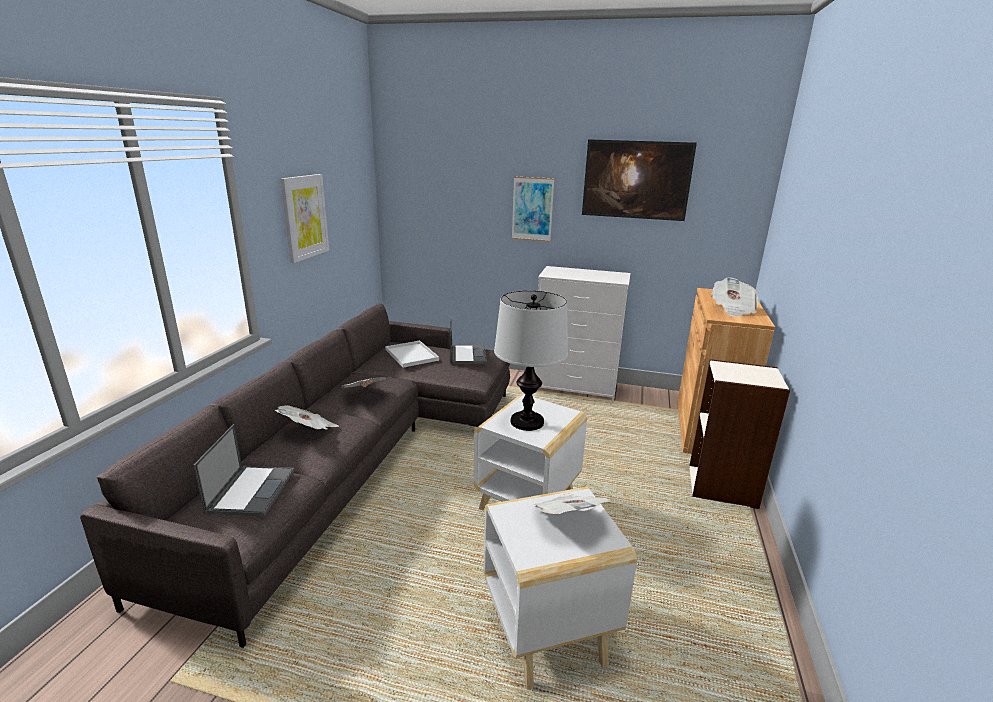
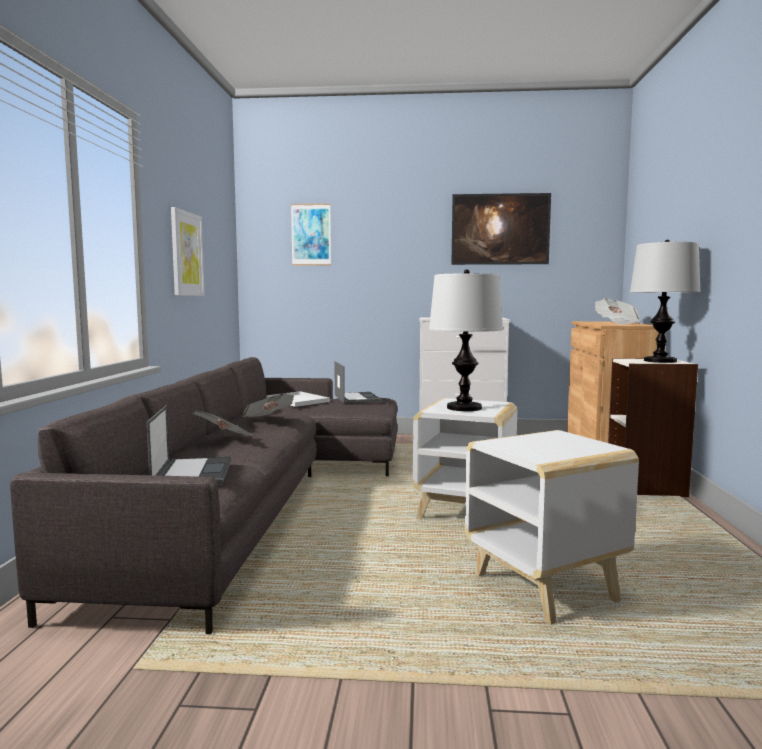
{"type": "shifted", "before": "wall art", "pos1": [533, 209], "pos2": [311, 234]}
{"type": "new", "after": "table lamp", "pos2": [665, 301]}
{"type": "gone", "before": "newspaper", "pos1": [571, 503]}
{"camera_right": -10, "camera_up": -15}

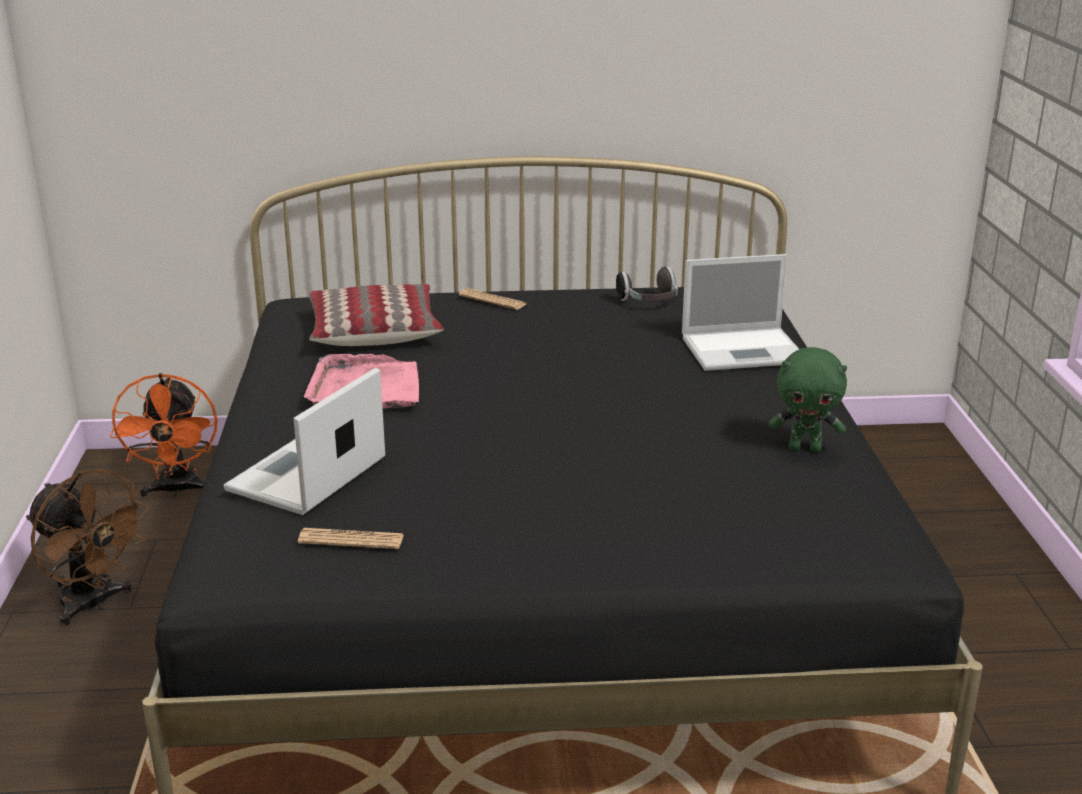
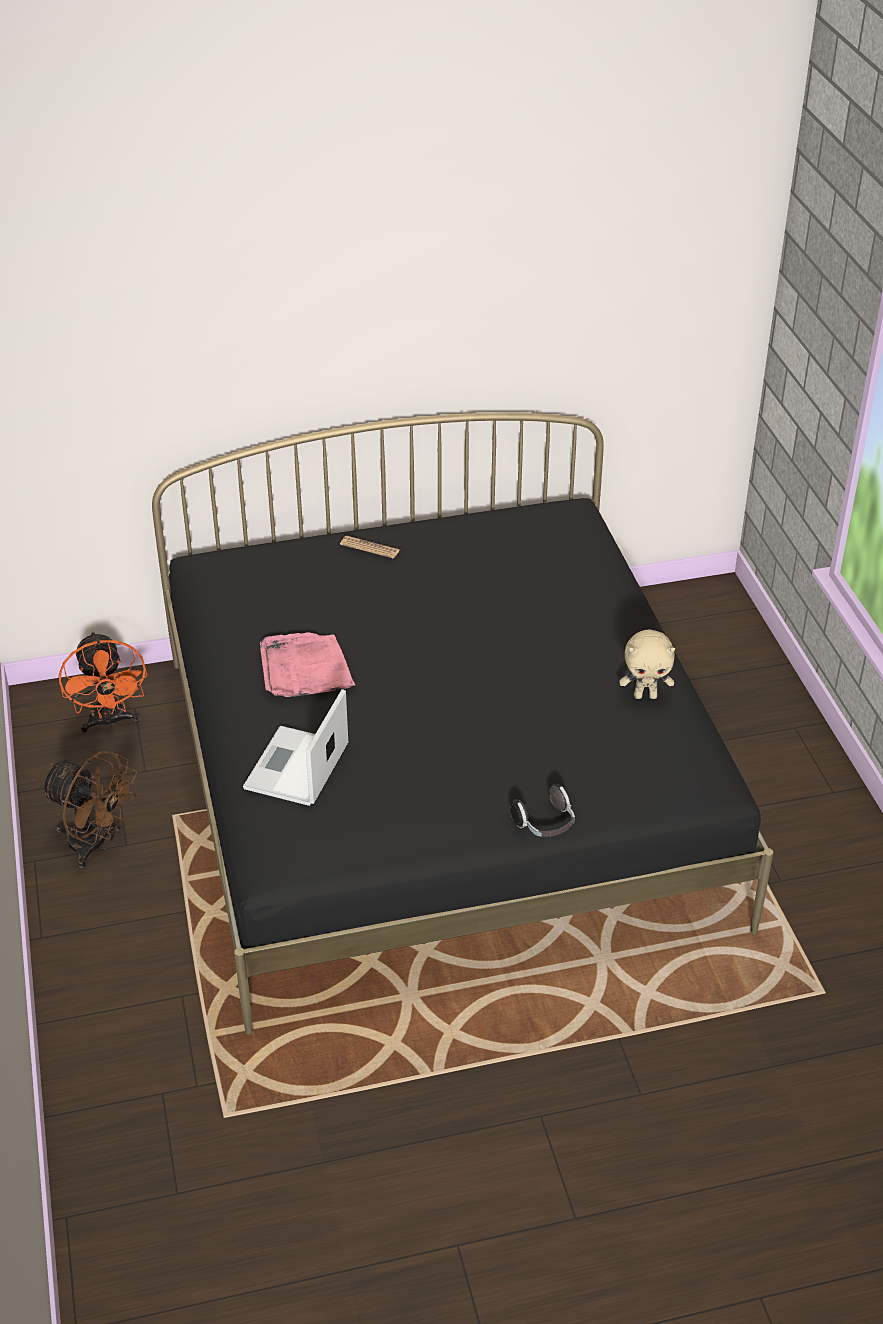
{"type": "shifted", "before": "headphones", "pos1": [647, 283], "pos2": [542, 810]}
{"type": "repainted", "before": "plush toy/green", "after": "plush toy/beige-coloured", "pos1": [808, 399], "pos2": [647, 664]}
{"type": "gone", "before": "newspaper", "pos1": [351, 538]}
{"type": "gone", "before": "cushion", "pos1": [376, 315]}
{"type": "gone", "before": "notebook computer", "pos1": [740, 312]}
{"camera_right": -10, "camera_up": 15}

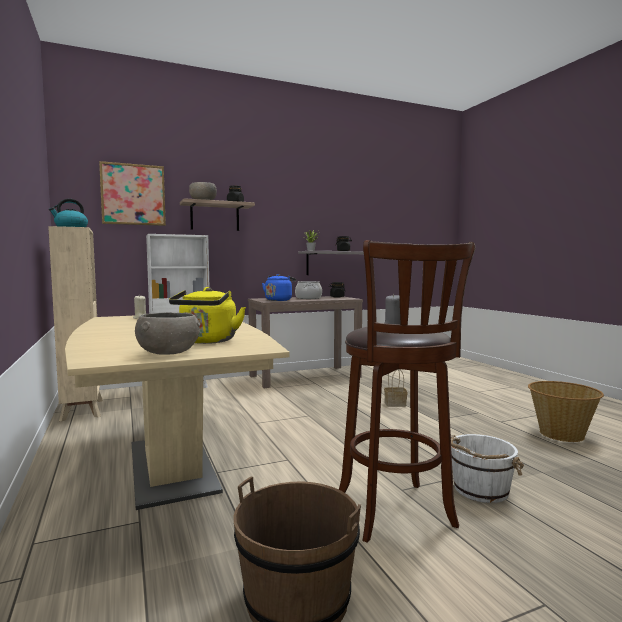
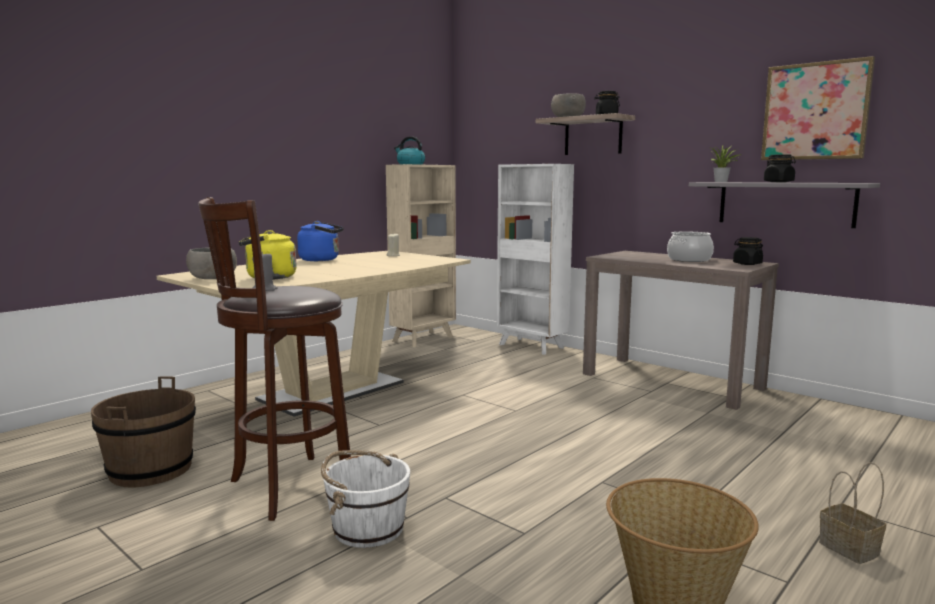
{"type": "shifted", "before": "water kettle/blue", "pos1": [279, 287], "pos2": [320, 241]}
{"type": "shifted", "before": "wall art", "pos1": [132, 193], "pos2": [818, 108]}
{"type": "shifted", "before": "household basket", "pos1": [395, 388], "pos2": [852, 513]}
{"camera_right": 65, "camera_up": 5}

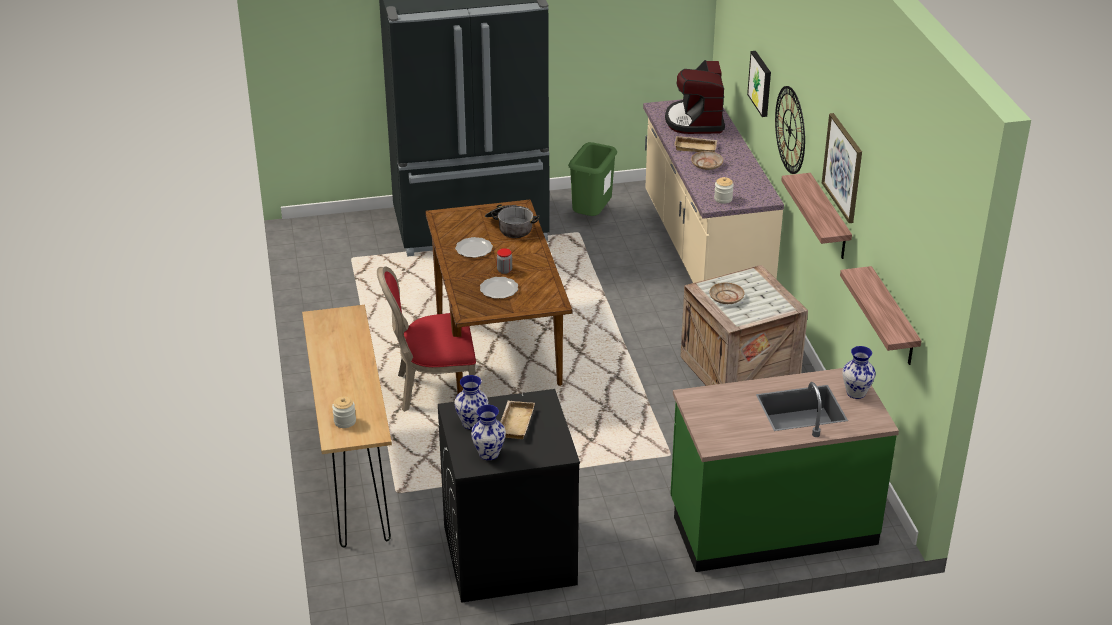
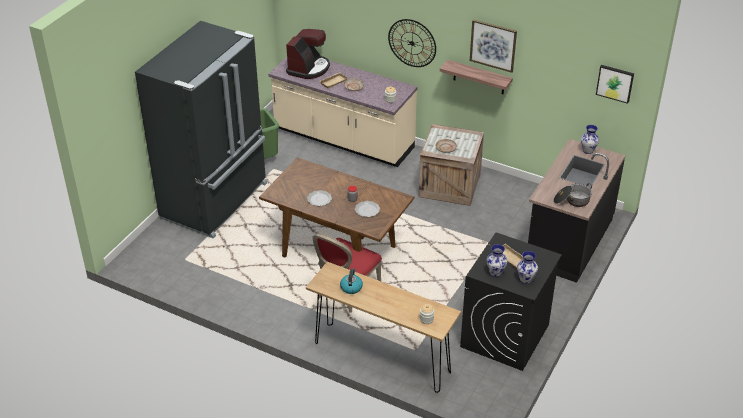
{"type": "rotated", "before": "coffee machine", "pos1": [695, 97], "pos2": [308, 54], "turn": -105}
{"type": "new", "after": "water kettle", "pos2": [351, 281]}
{"type": "repainted", "before": "kitchen counter/green", "after": "kitchen counter/black-coloured", "pos1": [784, 470], "pos2": [577, 211]}
{"type": "shifted", "before": "saucepot", "pos1": [512, 221], "pos2": [572, 195]}
{"type": "shifted", "before": "wall art", "pos1": [759, 84], "pos2": [615, 84]}
{"type": "gone", "before": "bracket shelf", "pos1": [880, 315]}
{"camera_right": -50, "camera_up": 5}

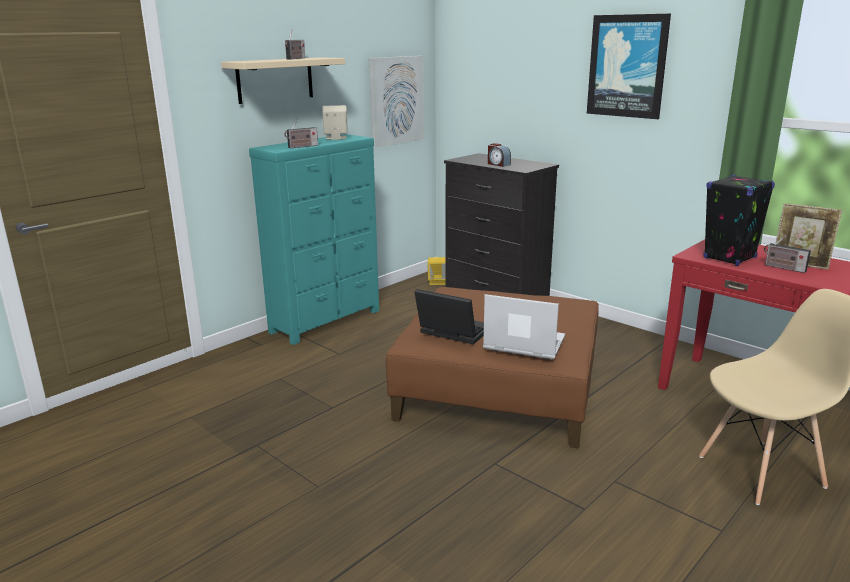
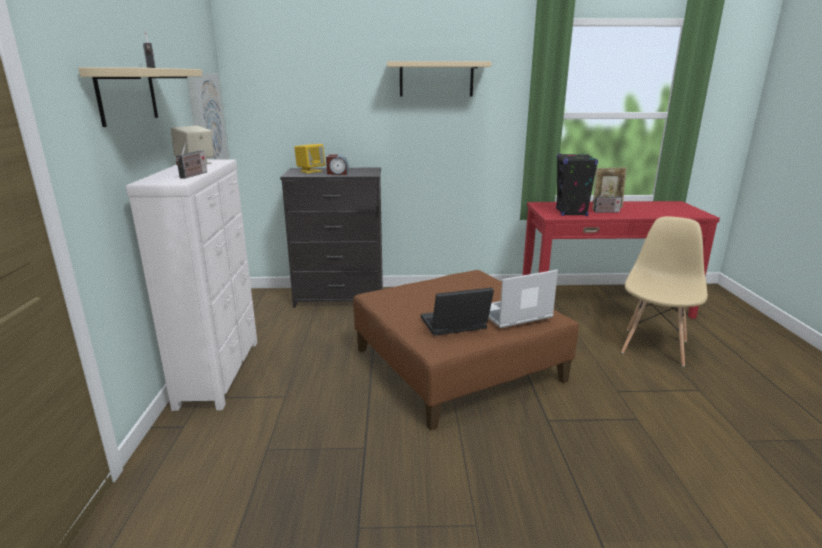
{"type": "repainted", "before": "chest of drawers/turquoise", "after": "chest of drawers/whitish", "pos1": [314, 239], "pos2": [192, 285]}
{"type": "shifted", "before": "audio speaker/yellow", "pos1": [437, 271], "pos2": [309, 158]}
{"type": "swapped", "before": "wall art", "after": "bracket shelf/beige-coloured", "pos1": [629, 66], "pos2": [439, 79]}
{"camera_right": -45, "camera_up": 0}

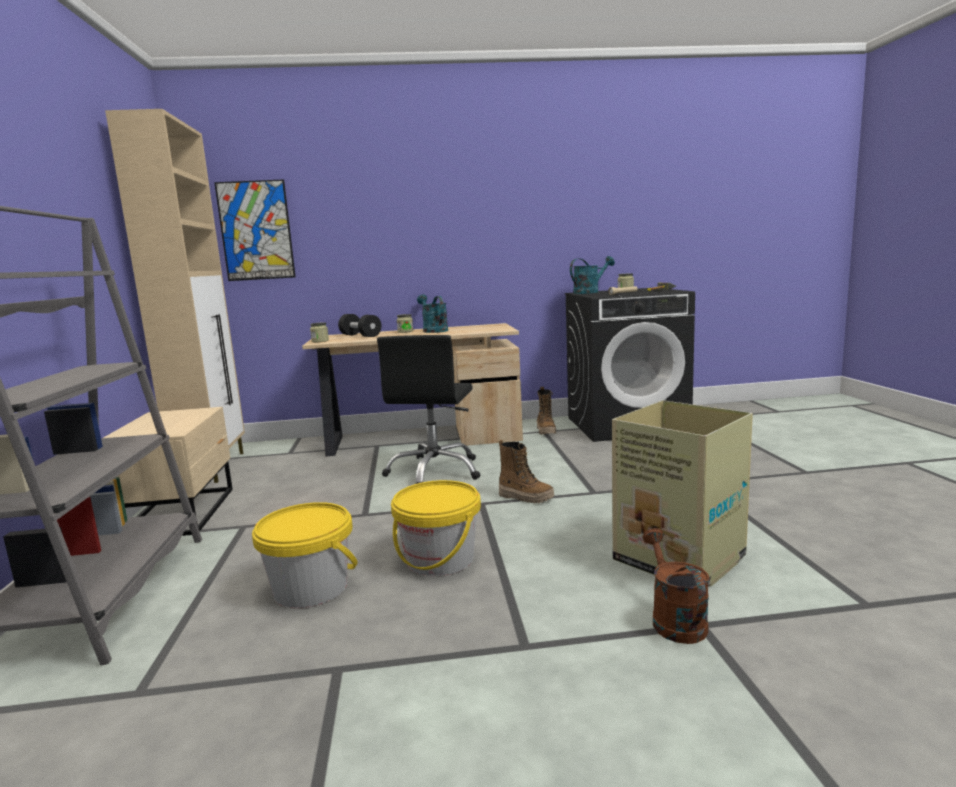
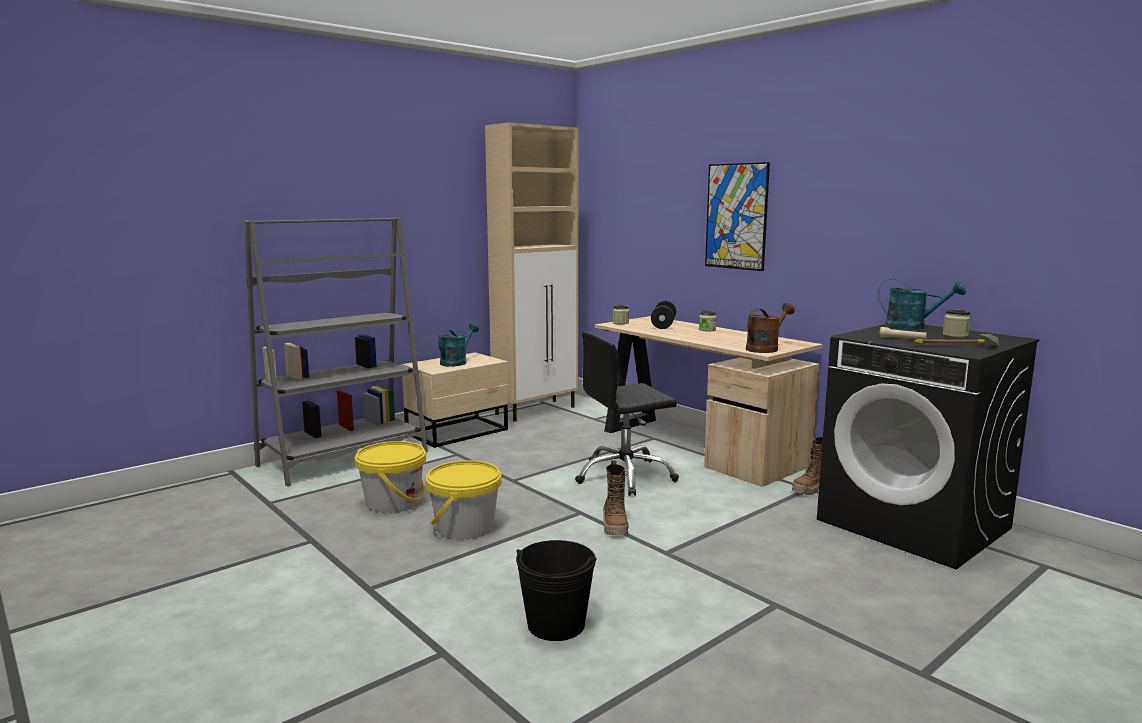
{"type": "shifted", "before": "watering pot/turquoise", "pos1": [432, 313], "pos2": [458, 345]}
{"type": "swapped", "before": "carton", "after": "pail/black-coloured", "pos1": [682, 493], "pos2": [556, 590]}
{"type": "shifted", "before": "wall art", "pos1": [255, 230], "pos2": [737, 216]}
{"type": "shifted", "before": "watering pot/brown", "pos1": [676, 586], "pos2": [770, 328]}
{"camera_right": 55, "camera_up": 0}

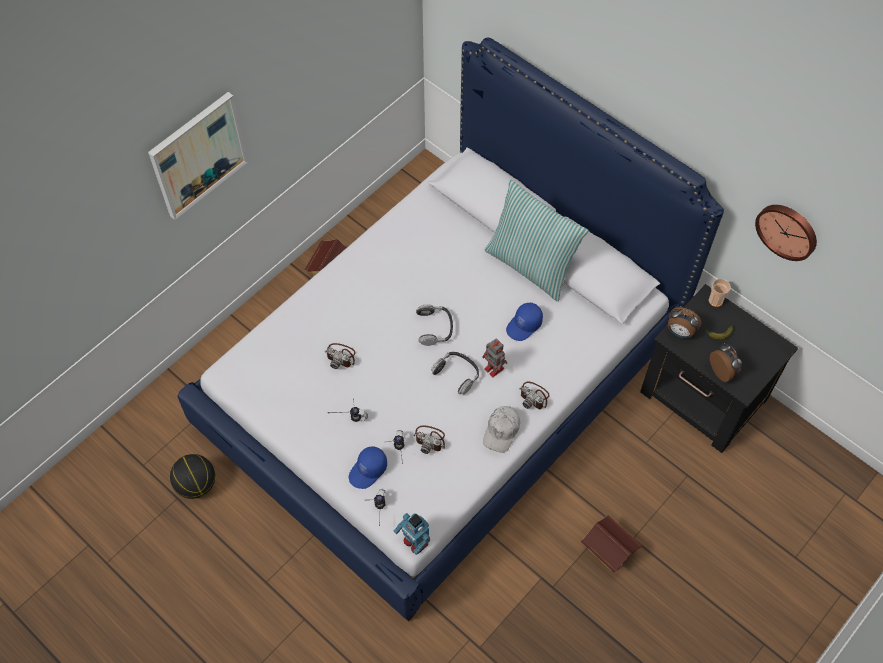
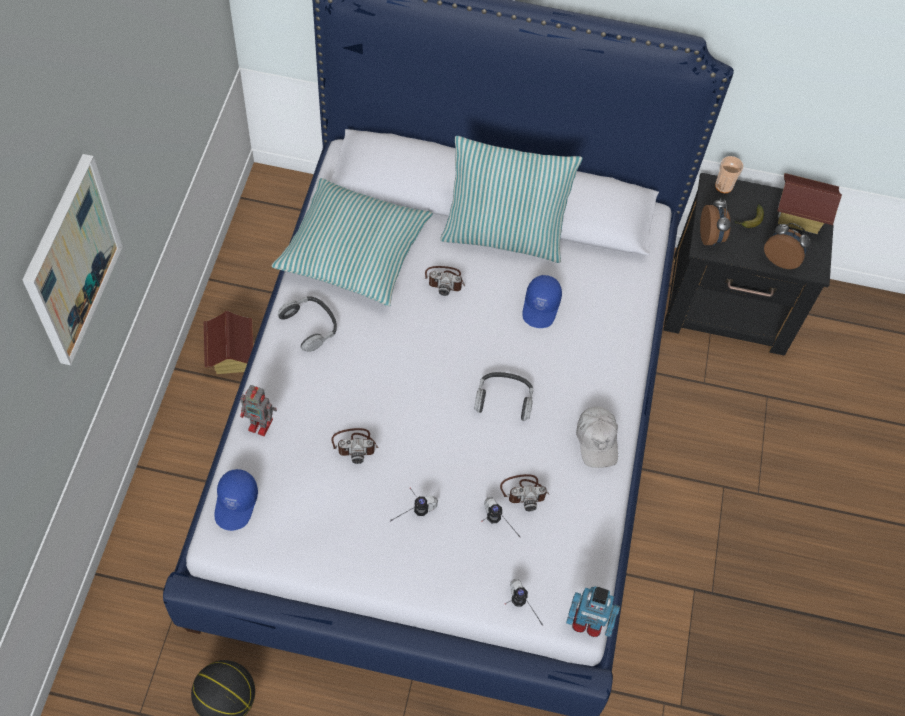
{"type": "shifted", "before": "cap/blue", "pos1": [368, 467], "pos2": [236, 500]}
{"type": "shifted", "before": "model robot", "pos1": [494, 357], "pos2": [258, 410]}
{"type": "new", "after": "cushion", "pos2": [352, 242]}
{"type": "shifted", "before": "headphones", "pos1": [434, 325], "pos2": [307, 324]}
{"type": "shifted", "before": "still camera", "pos1": [534, 395], "pos2": [445, 281]}
{"type": "rotated", "before": "table clock", "pos1": [684, 322], "pos2": [715, 222], "turn": -90}
{"type": "shifted", "before": "miniature house", "pos1": [611, 544], "pos2": [810, 203]}
{"type": "gone", "before": "hanging clock", "pos1": [786, 233]}
{"camera_right": -35, "camera_up": 0}

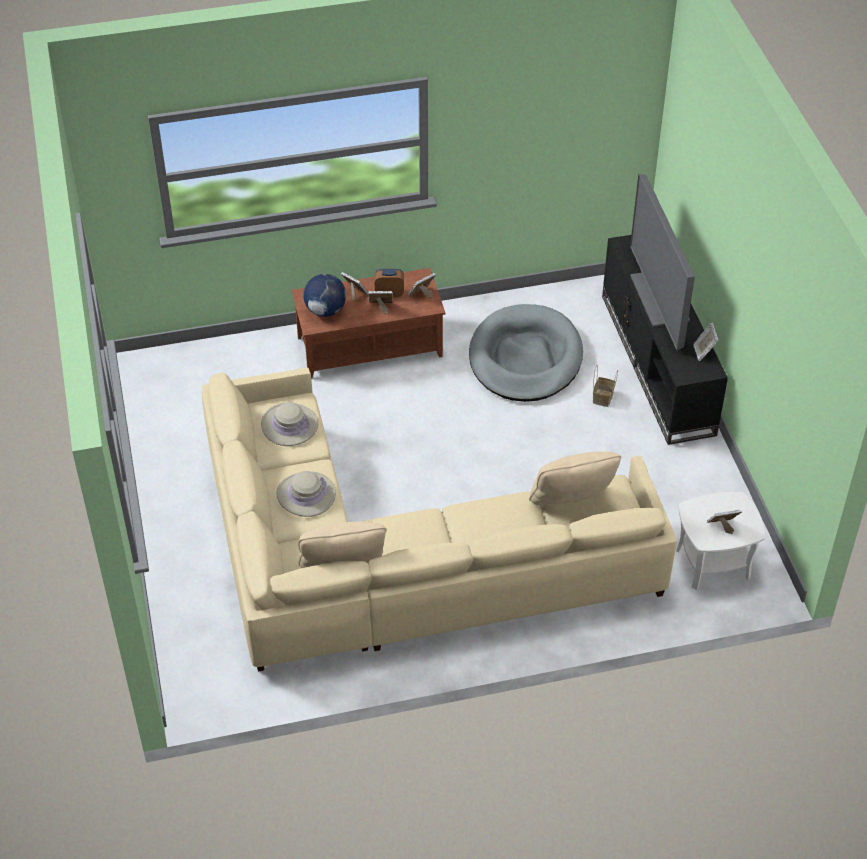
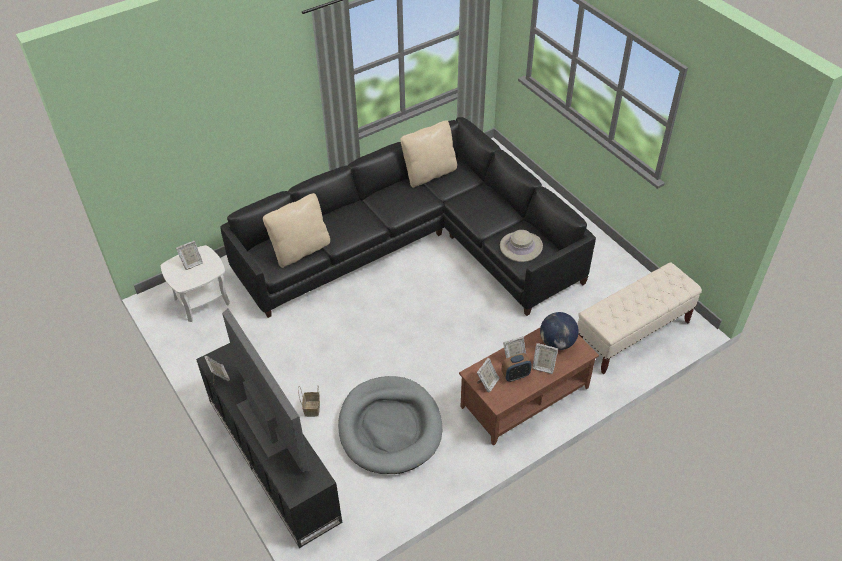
{"type": "repainted", "before": "couch/beige-coloured", "after": "couch/black-coloured", "pos1": [439, 519], "pos2": [408, 217]}
{"type": "new", "after": "bench/beige-coloured", "pos2": [640, 318]}
{"type": "gone", "before": "clothing hat/beige-coloured", "pos1": [306, 494]}
{"camera_right": 160, "camera_up": 0}

